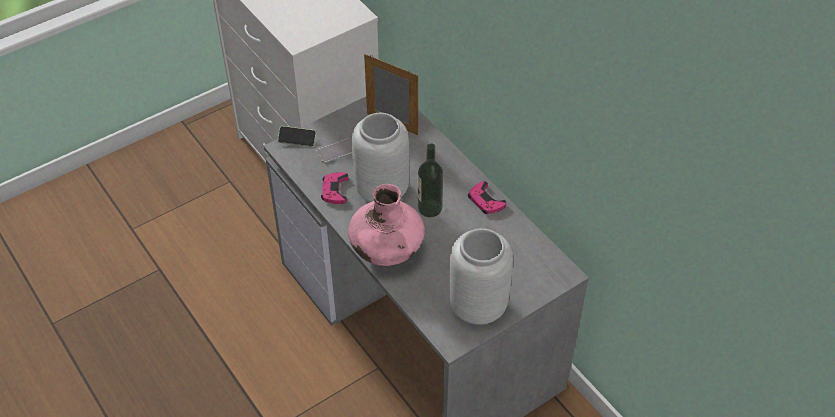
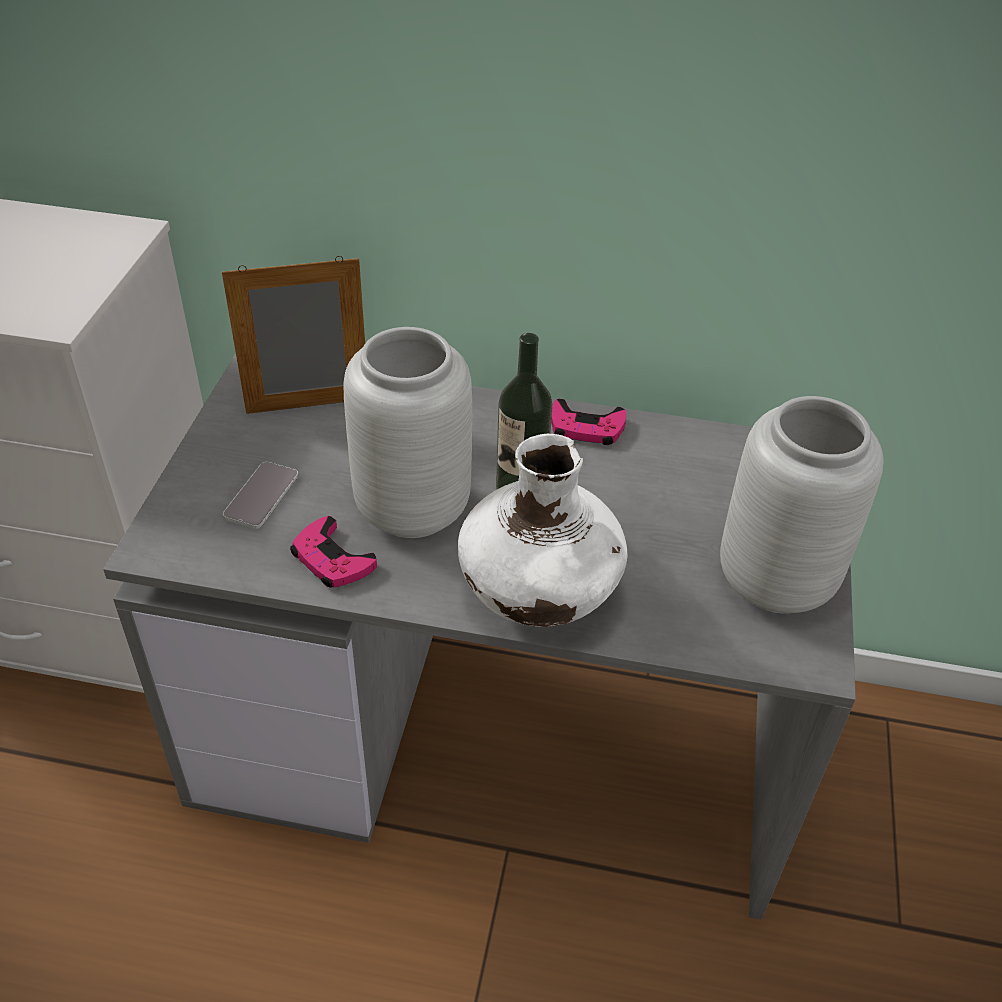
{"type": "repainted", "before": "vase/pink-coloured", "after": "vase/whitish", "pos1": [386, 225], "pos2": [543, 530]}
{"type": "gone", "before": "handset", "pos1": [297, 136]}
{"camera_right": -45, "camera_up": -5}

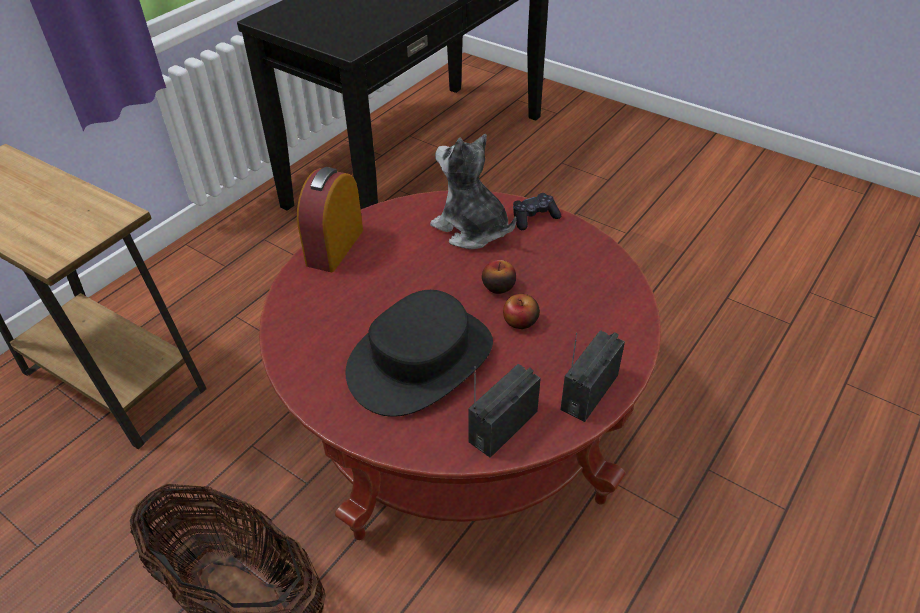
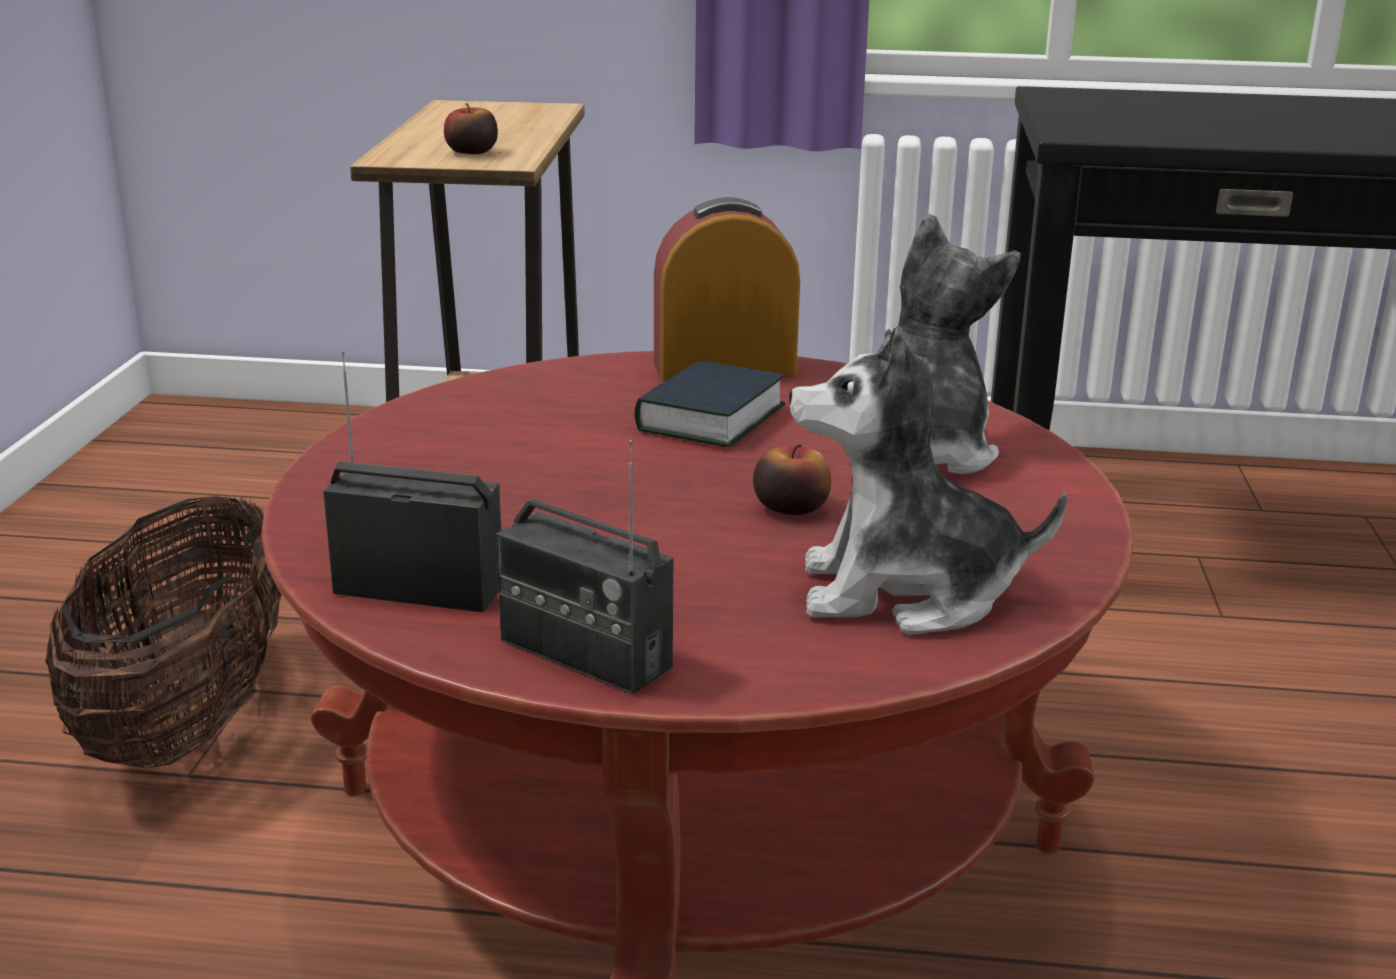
{"type": "shifted", "before": "apple fruit", "pos1": [521, 311], "pos2": [471, 128]}
{"type": "rotated", "before": "radio receiver", "pos1": [592, 376], "pos2": [584, 567], "turn": -150}
{"type": "new", "after": "book", "pos2": [710, 403]}
{"type": "new", "after": "plush toy", "pos2": [928, 480]}
{"type": "gone", "before": "clothing hat/black-coloured", "pos1": [419, 353]}
{"type": "gone", "before": "joypad/black-coloured", "pos1": [537, 211]}
{"camera_right": 60, "camera_up": -20}

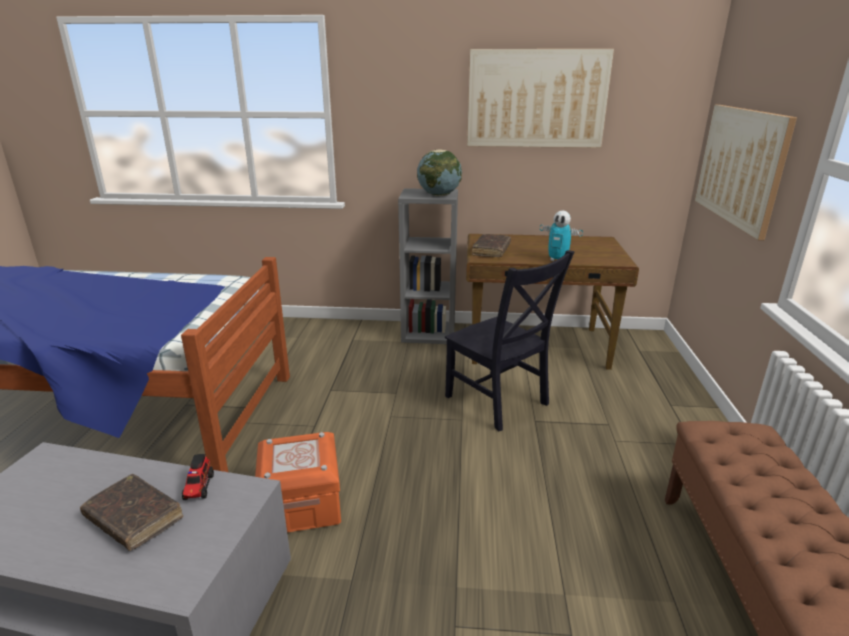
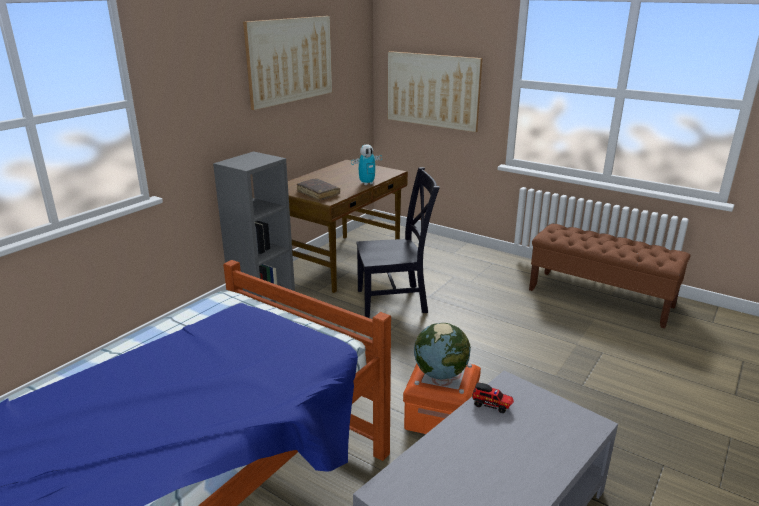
{"type": "shifted", "before": "desk globe", "pos1": [439, 172], "pos2": [442, 351]}
{"type": "gone", "before": "book/brown", "pos1": [131, 512]}
{"camera_right": -60, "camera_up": 0}

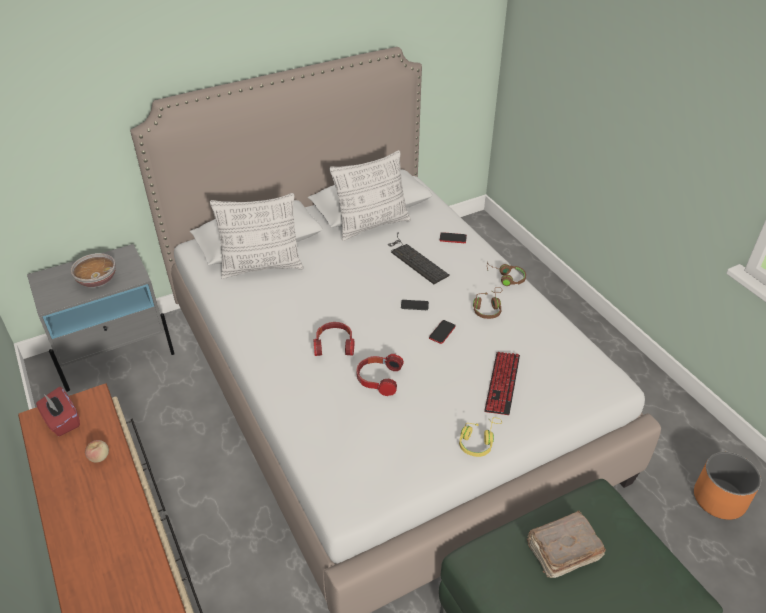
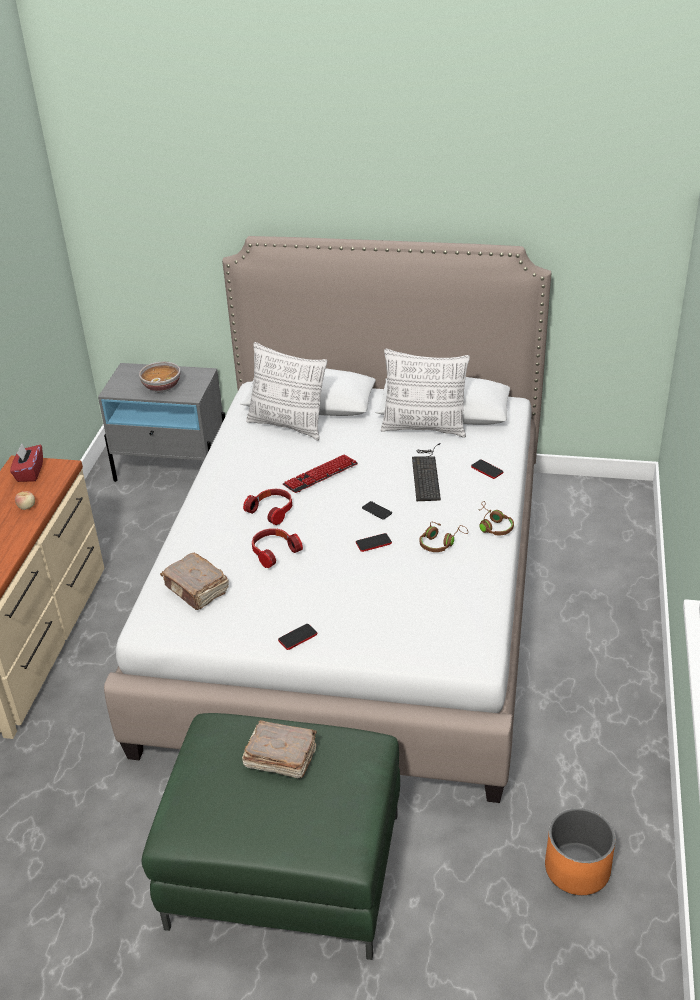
{"type": "new", "after": "book/brown", "pos2": [194, 581]}
{"type": "swapped", "before": "headphones/yellow", "after": "handset", "pos1": [480, 437], "pos2": [297, 637]}
{"type": "shifted", "before": "PC keyboard", "pos1": [502, 383], "pos2": [320, 473]}
{"camera_right": 40, "camera_up": -5}

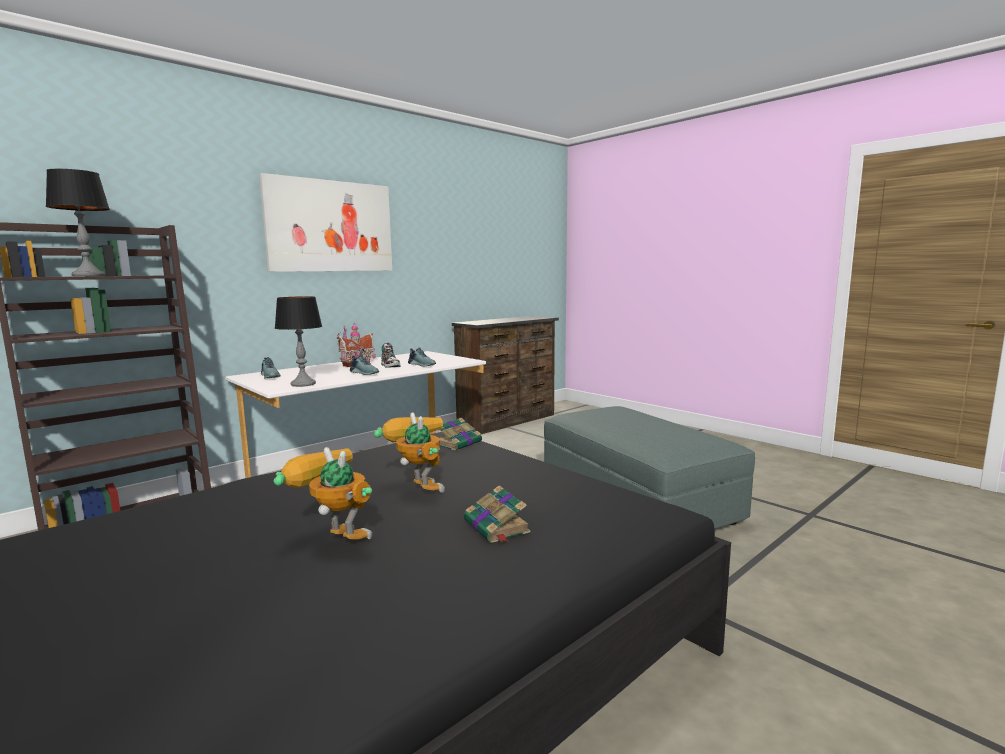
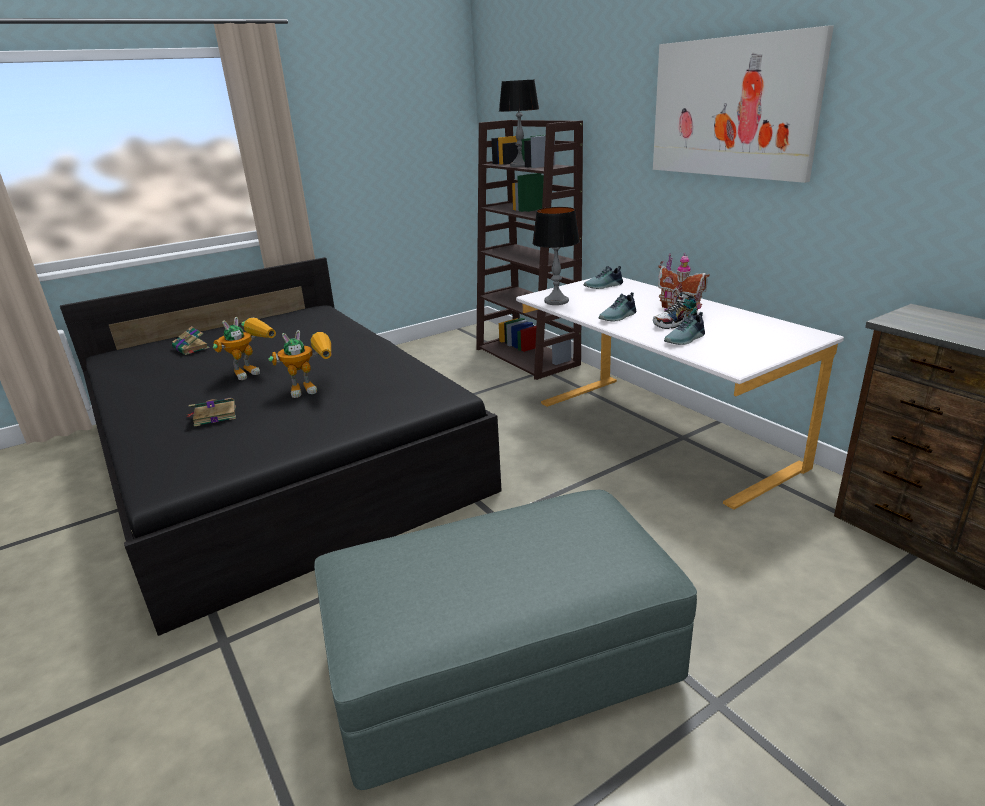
{"type": "shifted", "before": "book", "pos1": [460, 434], "pos2": [191, 340]}
{"camera_right": 100, "camera_up": 15}

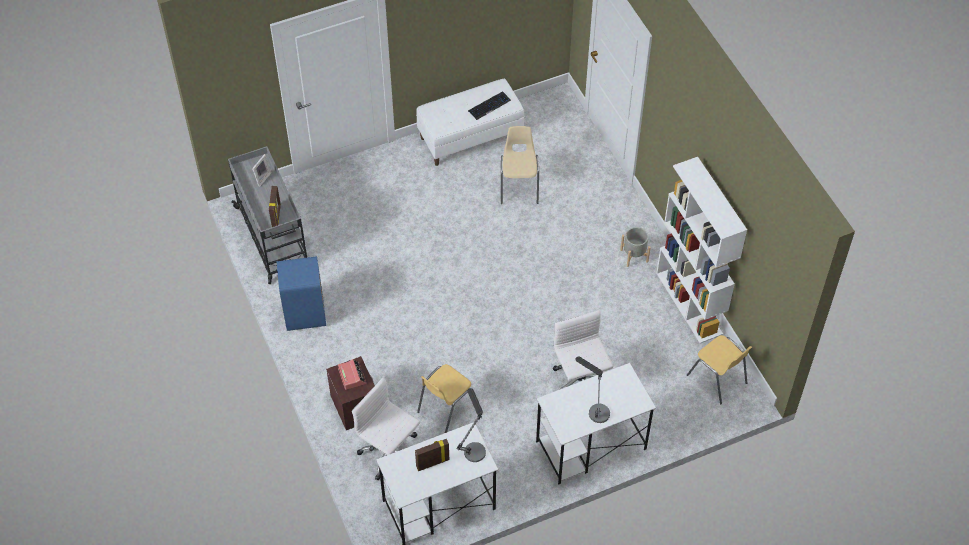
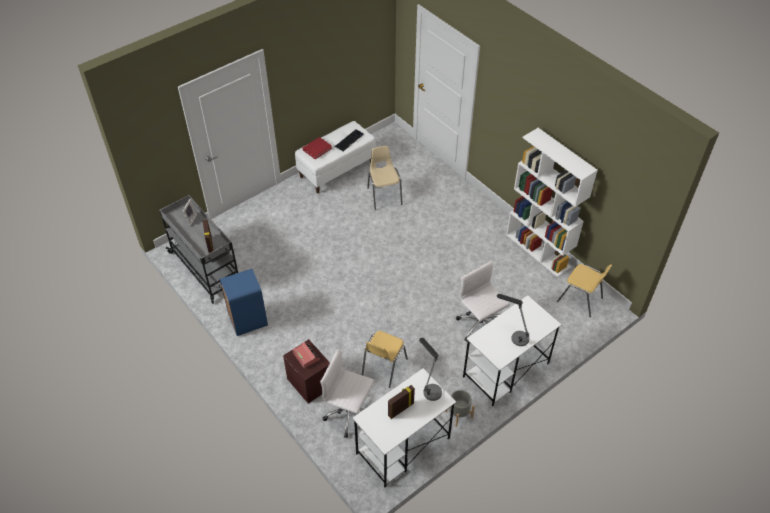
{"type": "new", "after": "book/reddish", "pos2": [317, 148]}
{"type": "shifted", "before": "plant pot/gray", "pos1": [635, 247], "pos2": [460, 408]}
{"camera_right": -15, "camera_up": -5}

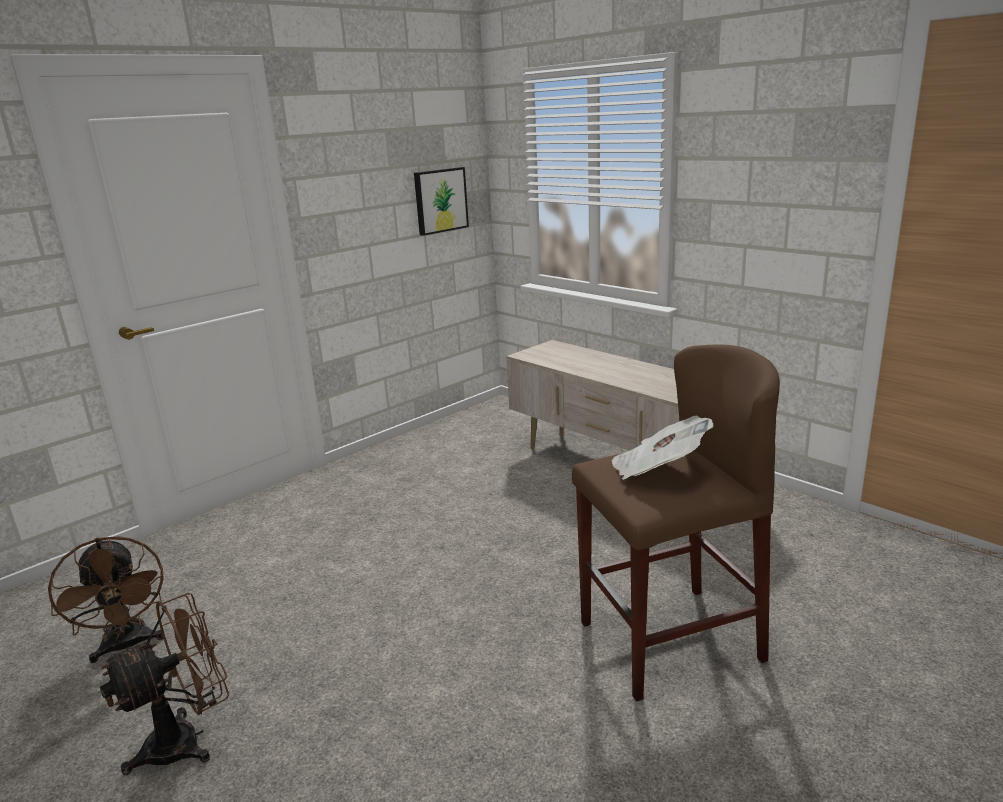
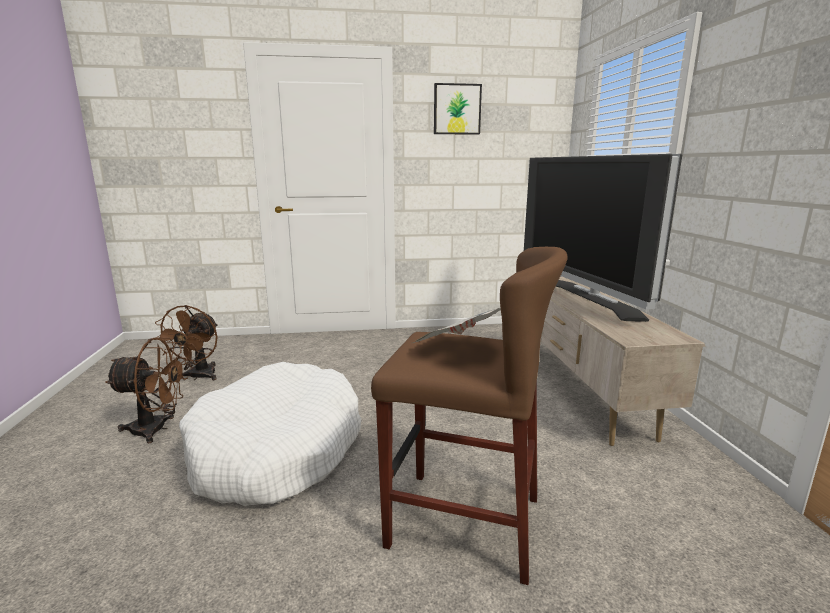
{"type": "new", "after": "pet bed/whitish", "pos2": [270, 434]}
{"type": "shifted", "before": "wall art", "pos1": [441, 201], "pos2": [458, 109]}
{"type": "new", "after": "TV", "pos2": [603, 238]}
{"camera_right": 35, "camera_up": -5}

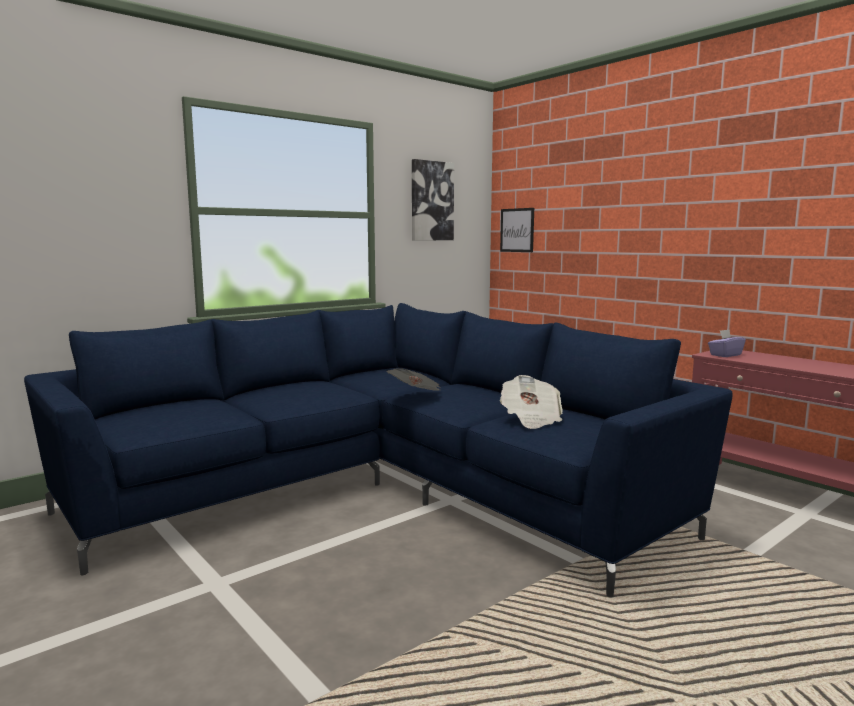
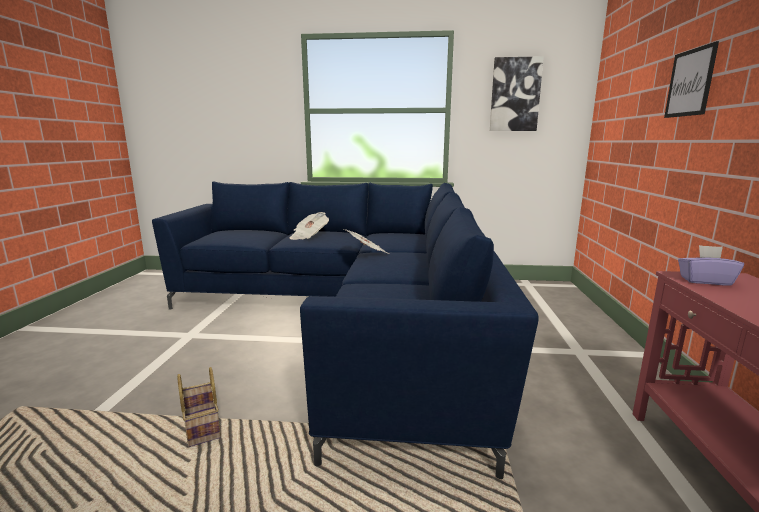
{"type": "new", "after": "household basket", "pos2": [199, 407]}
{"type": "shifted", "before": "newspaper", "pos1": [531, 402], "pos2": [309, 226]}
{"type": "shifted", "before": "wall art", "pos1": [517, 230], "pos2": [691, 79]}
{"camera_right": 45, "camera_up": 5}

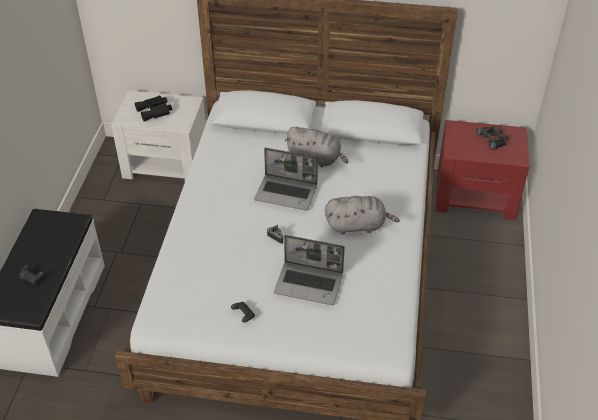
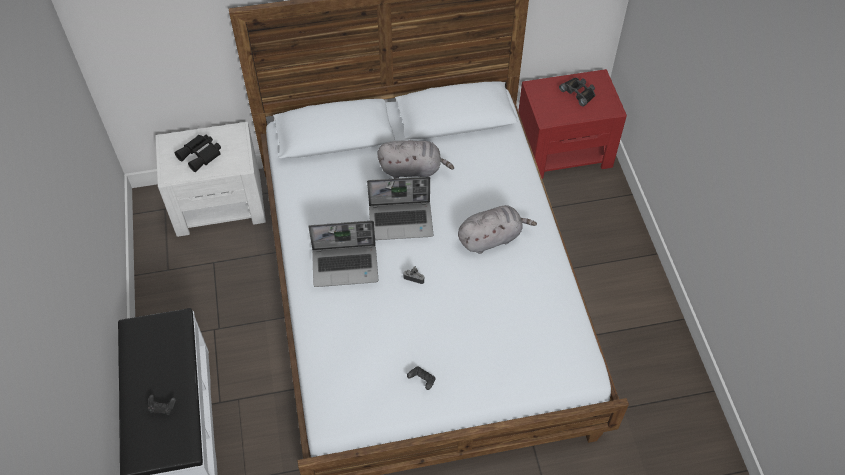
{"type": "shifted", "before": "notebook computer", "pos1": [309, 270], "pos2": [343, 254]}
{"camera_right": -20, "camera_up": 10}

